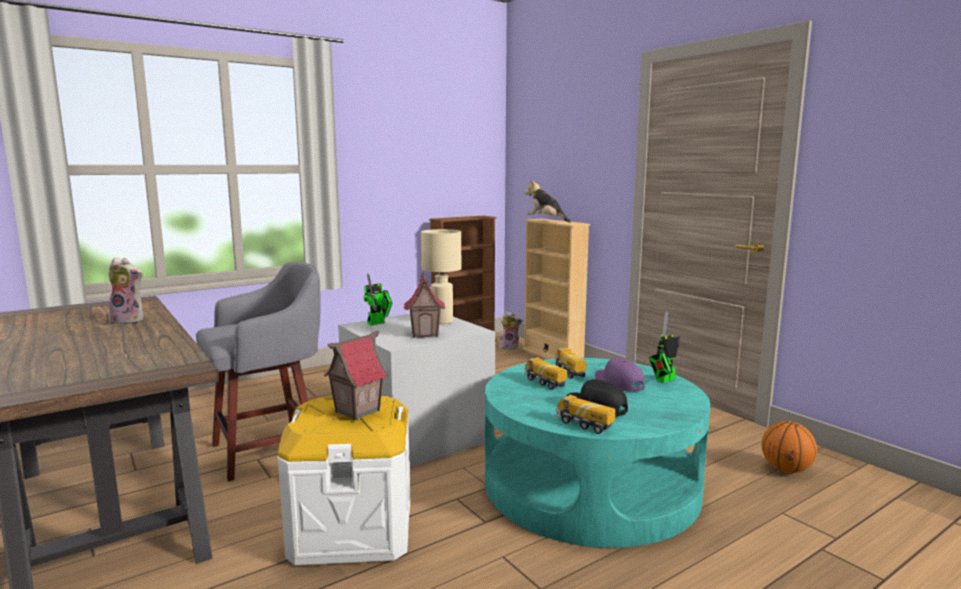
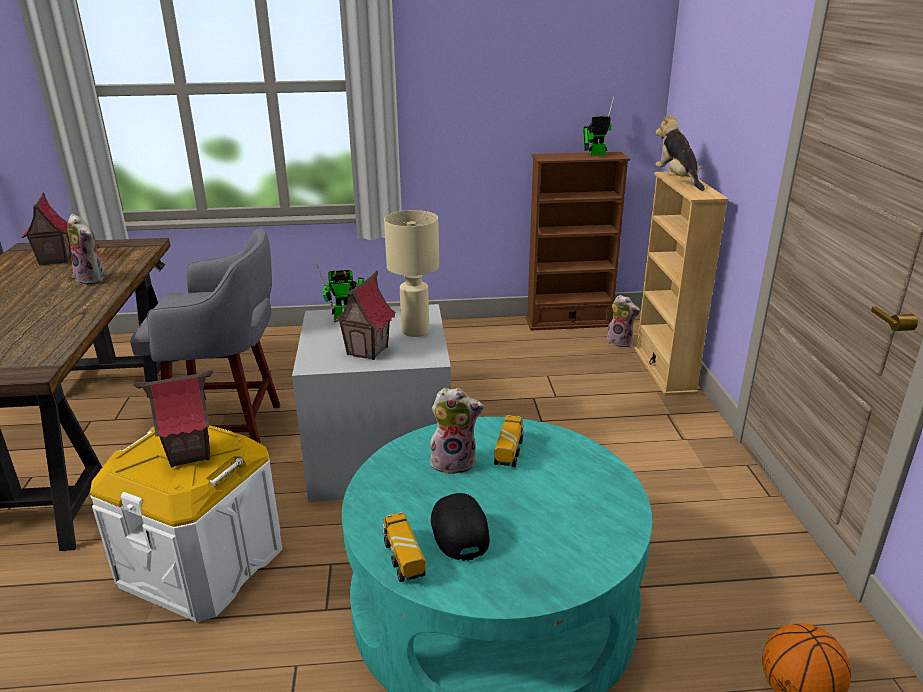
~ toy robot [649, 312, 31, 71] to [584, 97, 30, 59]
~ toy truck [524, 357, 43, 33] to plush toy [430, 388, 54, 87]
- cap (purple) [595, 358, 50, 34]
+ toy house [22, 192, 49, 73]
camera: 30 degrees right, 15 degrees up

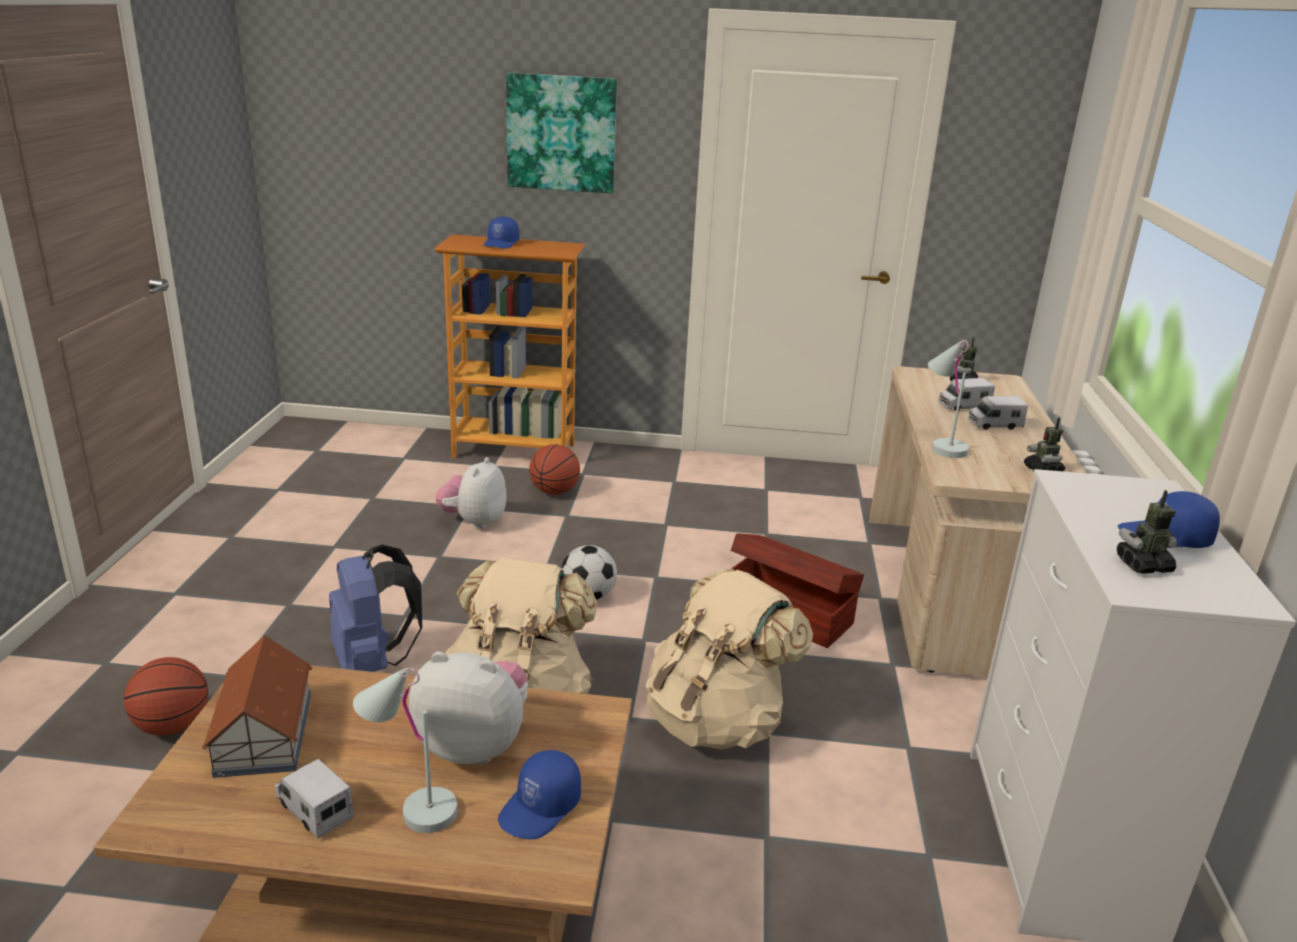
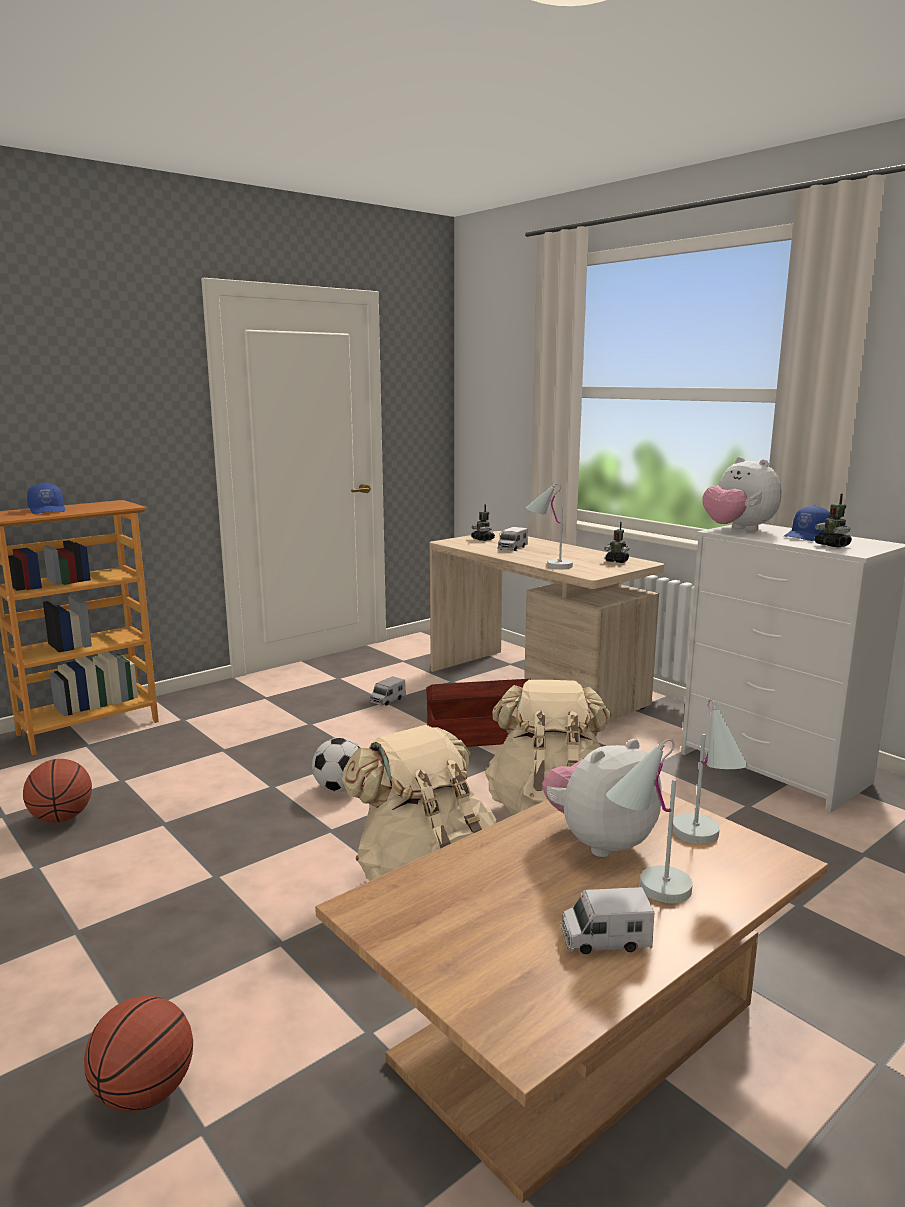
- picture [506, 73, 111, 120]
~ toy truck [968, 396, 60, 34] to [370, 676, 36, 30]
~ basketball [529, 444, 51, 51] to [23, 759, 69, 64]
~ plush toy [435, 457, 71, 72] to [702, 457, 79, 74]
~ toy robot [1117, 490, 60, 84] = [815, 494, 37, 53] 60 degrees counterclockwise
- backpack (blue) [329, 544, 93, 128]
- toy house [202, 635, 110, 143]
~ cap (blue) [498, 750, 83, 89] to table lamp (white) [672, 699, 76, 145]
camera: 45 degrees left, 10 degrees down

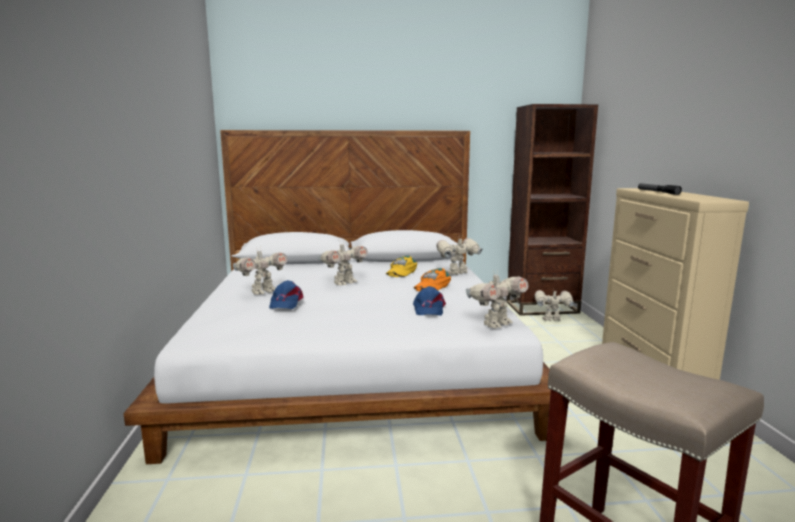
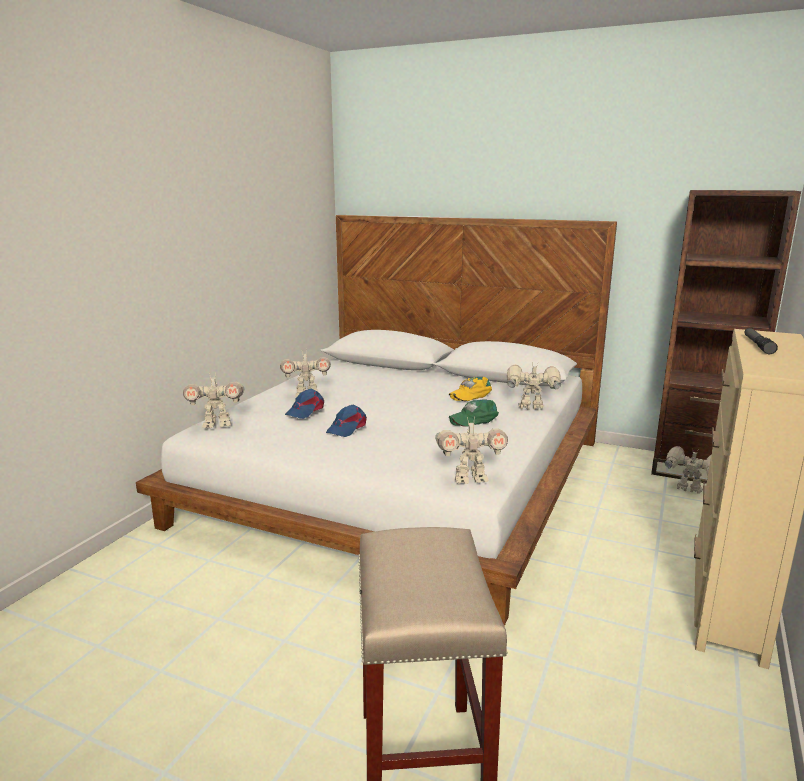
~ toy robot [318, 241, 50, 44] to [183, 372, 61, 56]
~ cap (orange) [414, 268, 37, 23] to cap (green) [449, 399, 50, 27]
~ cap (blue) [413, 286, 33, 30] to [326, 405, 41, 32]
camera: 30 degrees right, 5 degrees up

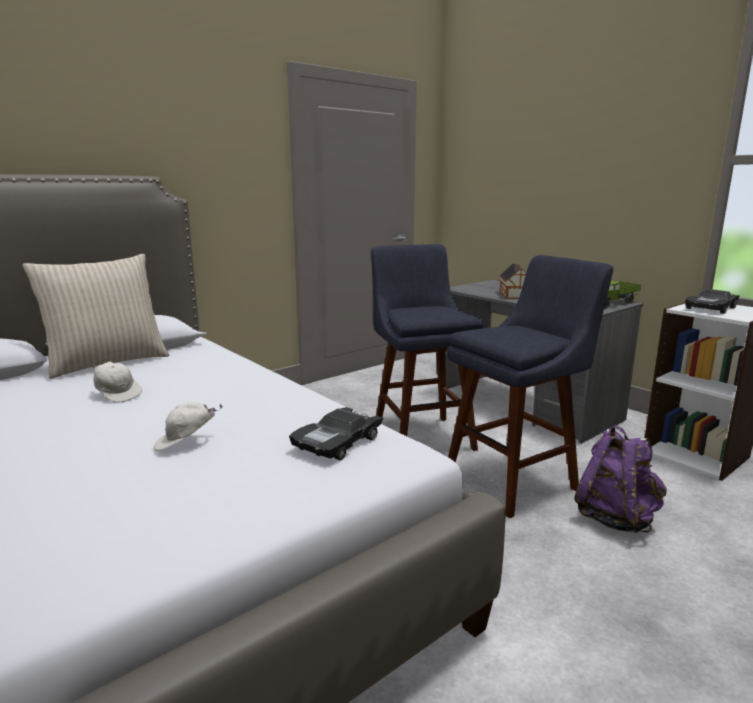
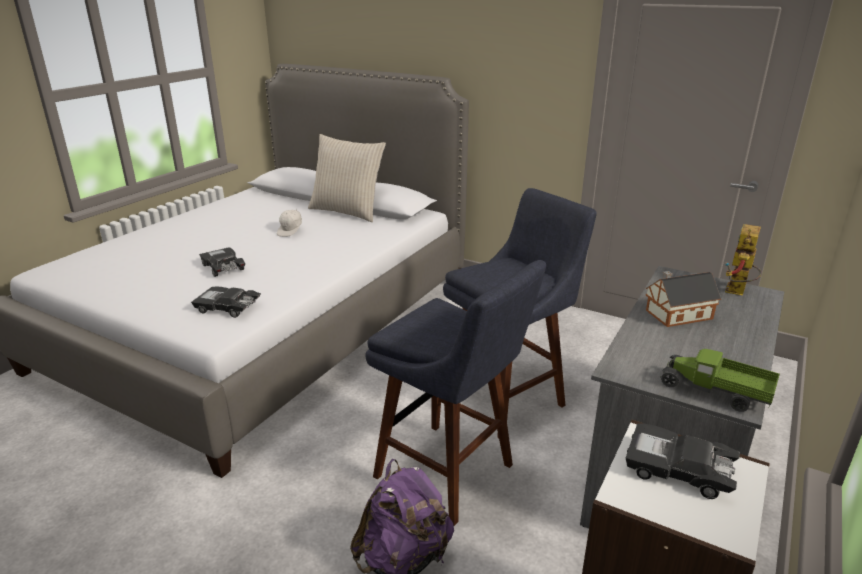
~ cap (white) [154, 402, 69, 49] to toy car (black) [199, 247, 46, 30]
+ toy robot [725, 224, 37, 71]
camera: 70 degrees right, 10 degrees up

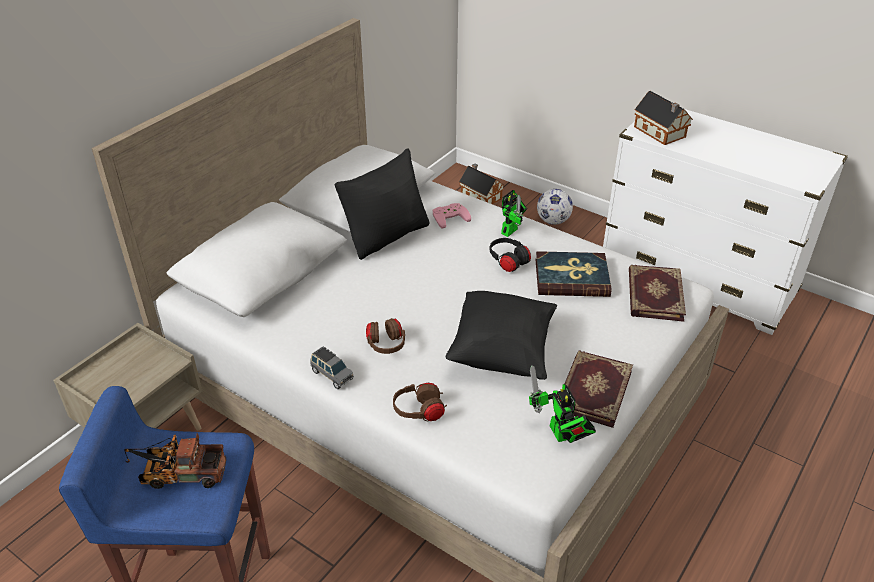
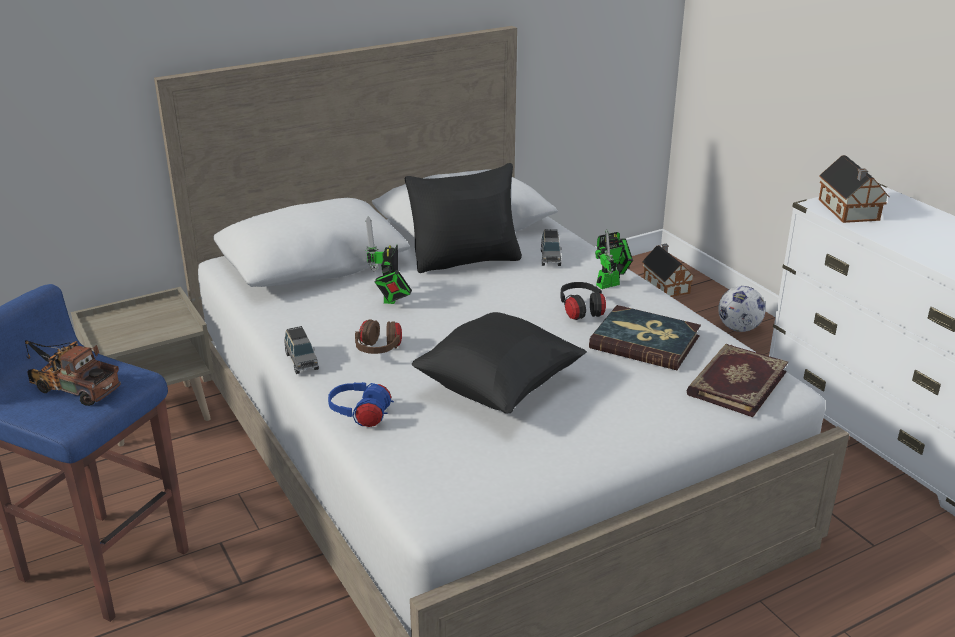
~ game controller (pink) [433, 203, 38, 26] to toy car (grey) [541, 229, 21, 37]
- book [565, 351, 68, 77]
~ toy robot [529, 365, 67, 78] to [365, 217, 47, 87]
~ headphones (brown) [393, 383, 54, 38] to headphones (blue) [328, 382, 66, 45]
camera: 25 degrees right, 10 degrees down

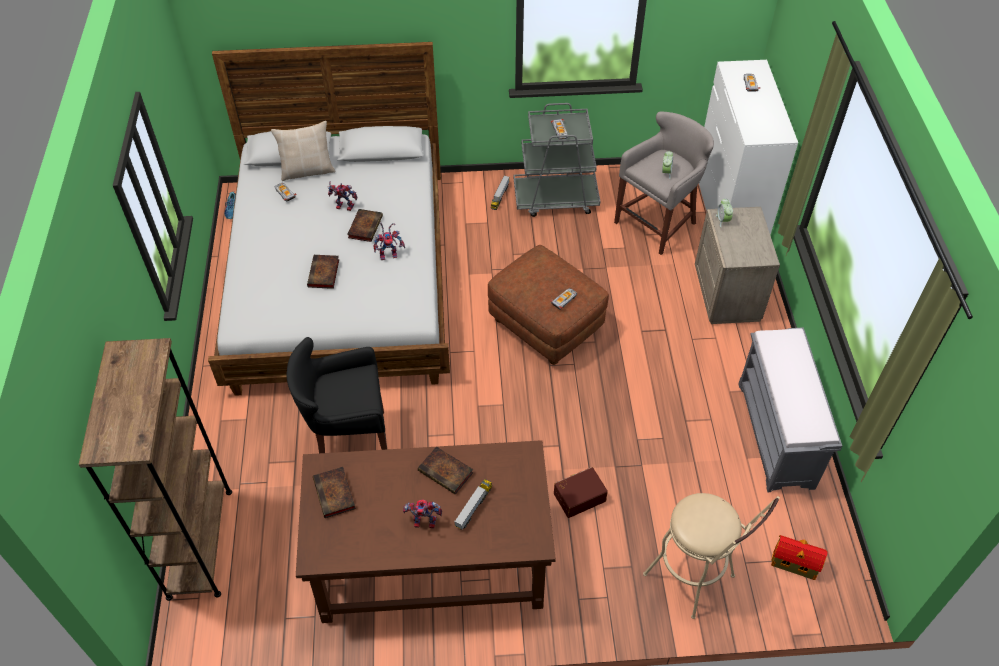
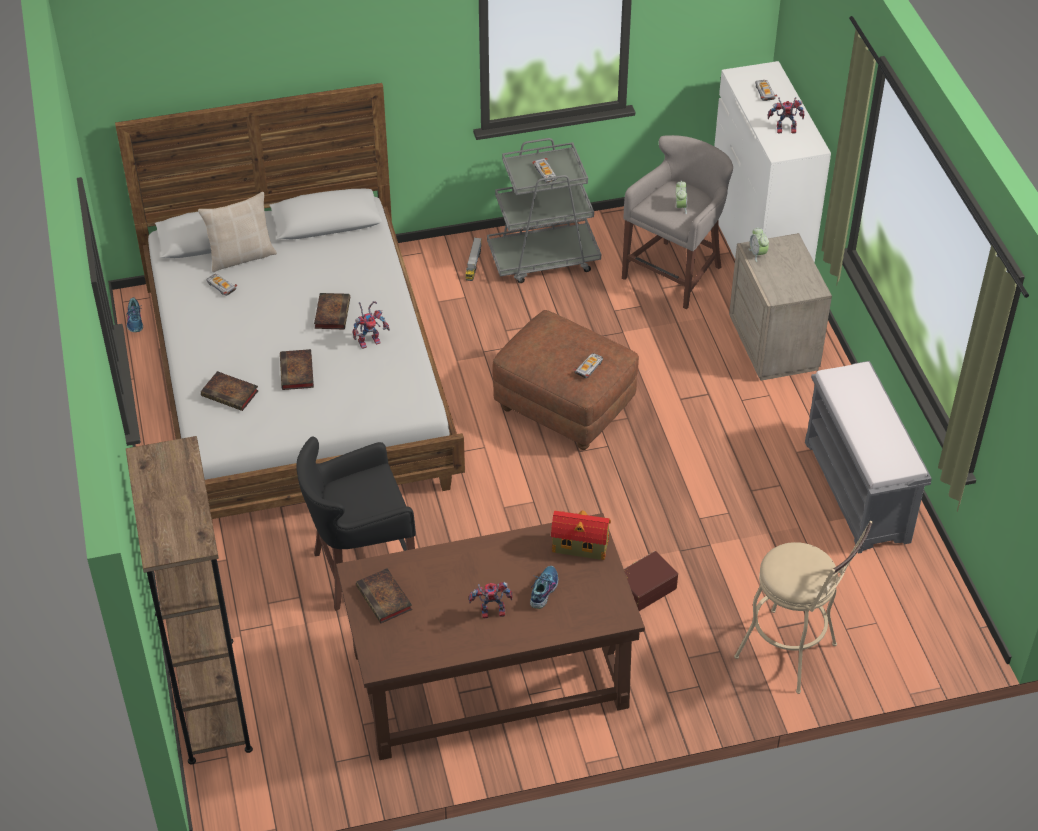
~ toy robot [328, 181, 30, 30] to [767, 97, 37, 37]
~ book [418, 446, 55, 48] to [201, 371, 58, 40]
~ toy truck [454, 479, 38, 51] to shoe [530, 566, 28, 43]
~ toy house [771, 535, 57, 45] to [551, 510, 60, 50]
camera: 10 degrees left, 5 degrees down

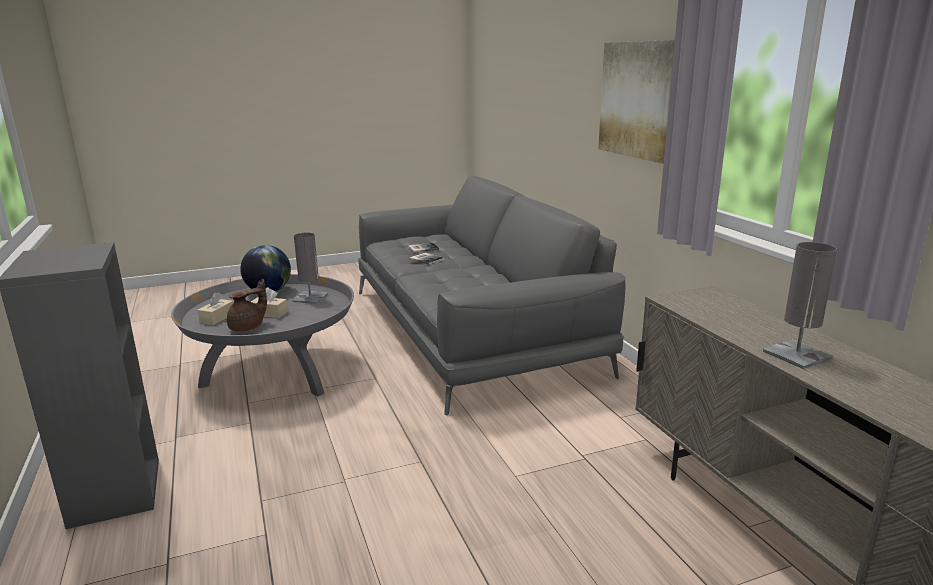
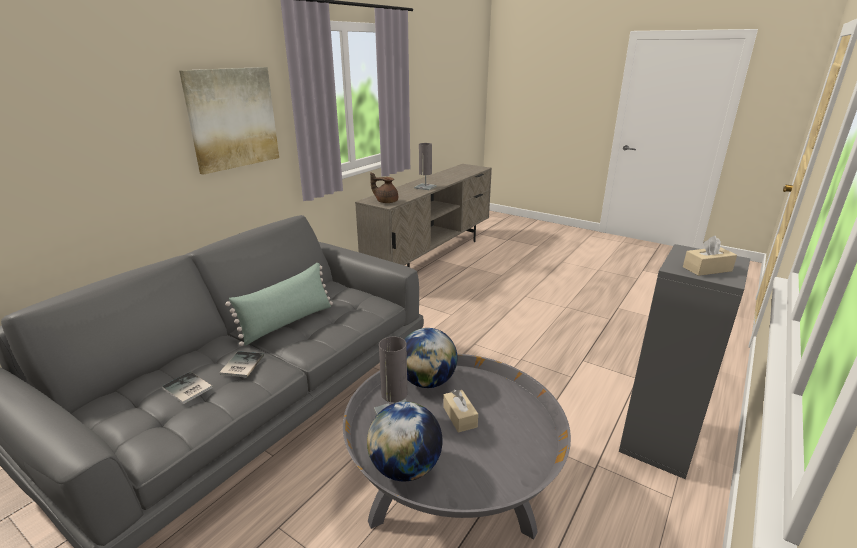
~ teapot (brown) [227, 279, 40, 52] to [370, 172, 28, 31]
~ tissue box (beige) [198, 292, 35, 33] to [683, 236, 54, 40]
+ pillow (green) [225, 263, 108, 83]
+ globe [404, 328, 53, 60]
camera: 125 degrees left, 5 degrees up

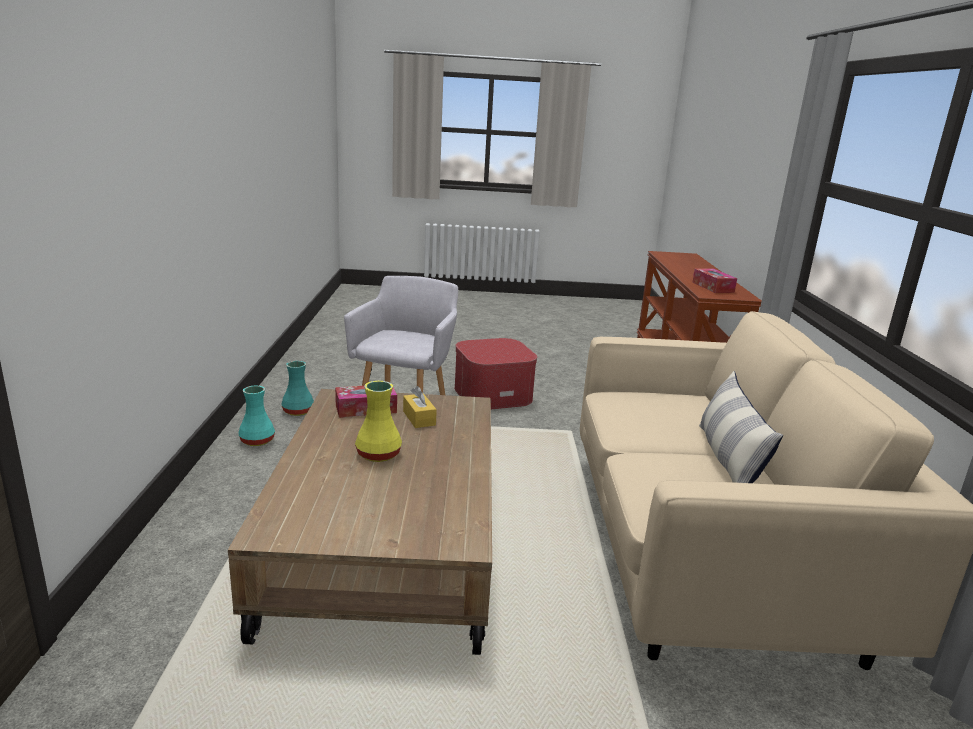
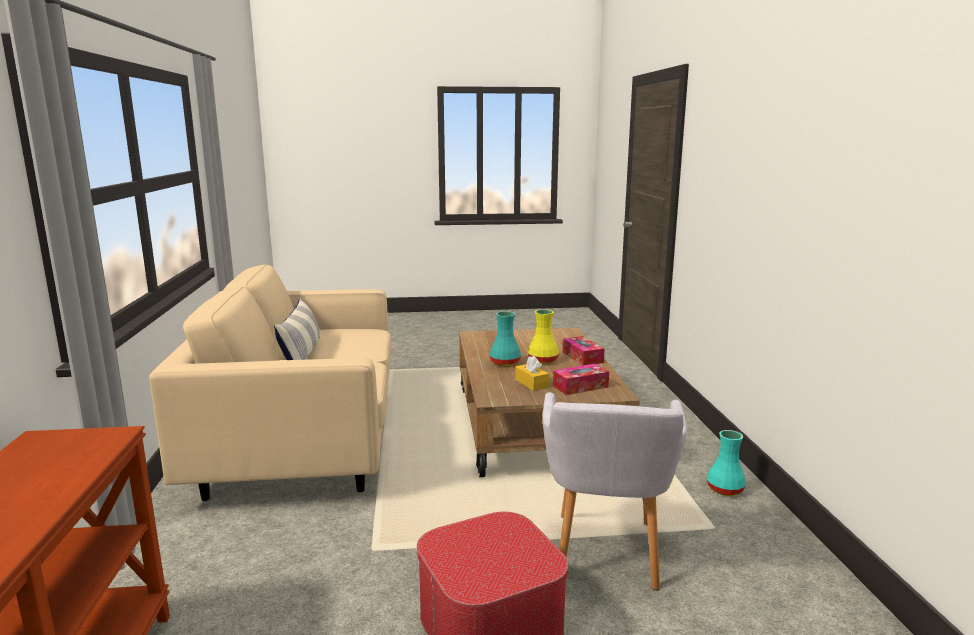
~ tissue box [693, 269, 44, 24] to [563, 336, 42, 29]
~ vase (turquoise) [282, 361, 32, 55] to [490, 311, 31, 55]
camera: 175 degrees right, 5 degrees down

